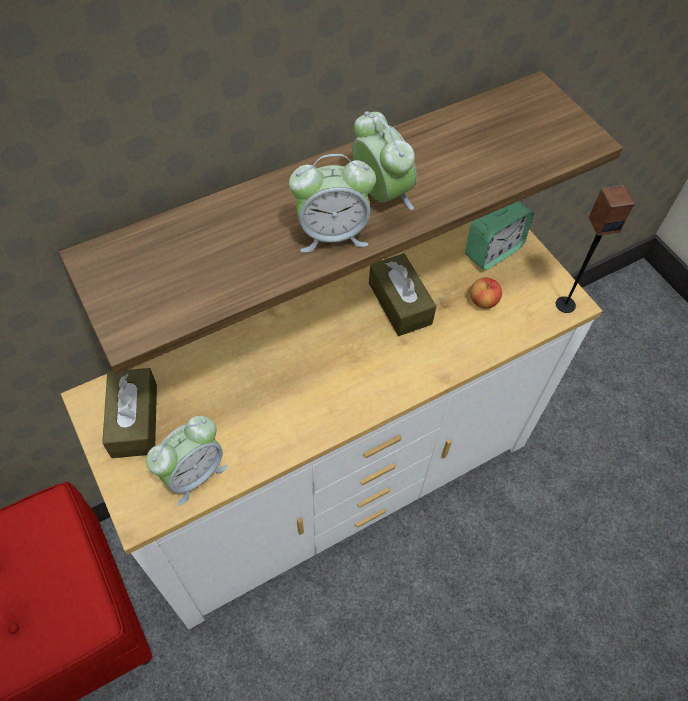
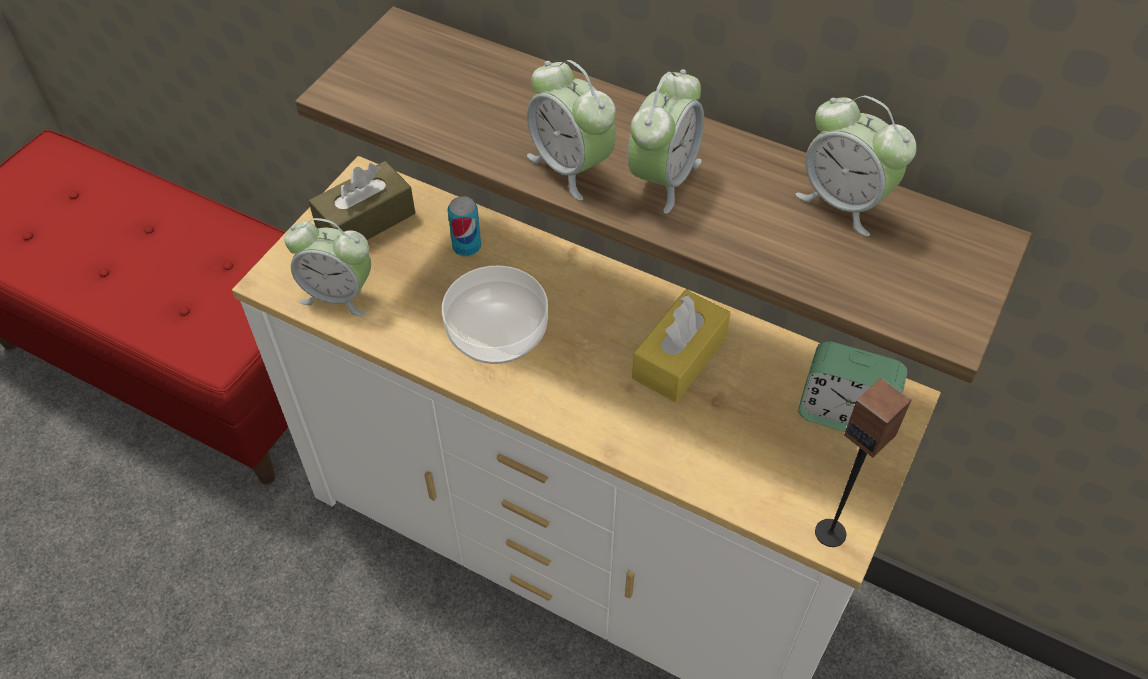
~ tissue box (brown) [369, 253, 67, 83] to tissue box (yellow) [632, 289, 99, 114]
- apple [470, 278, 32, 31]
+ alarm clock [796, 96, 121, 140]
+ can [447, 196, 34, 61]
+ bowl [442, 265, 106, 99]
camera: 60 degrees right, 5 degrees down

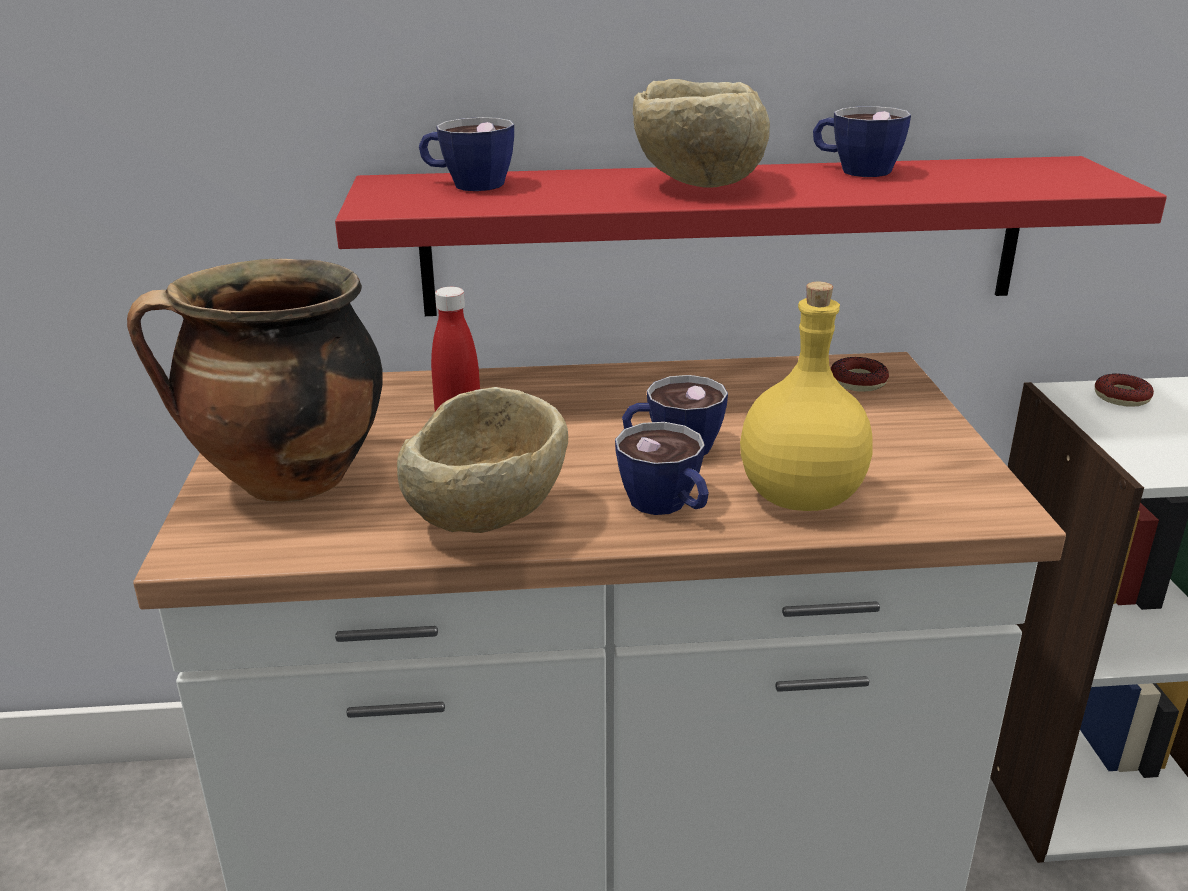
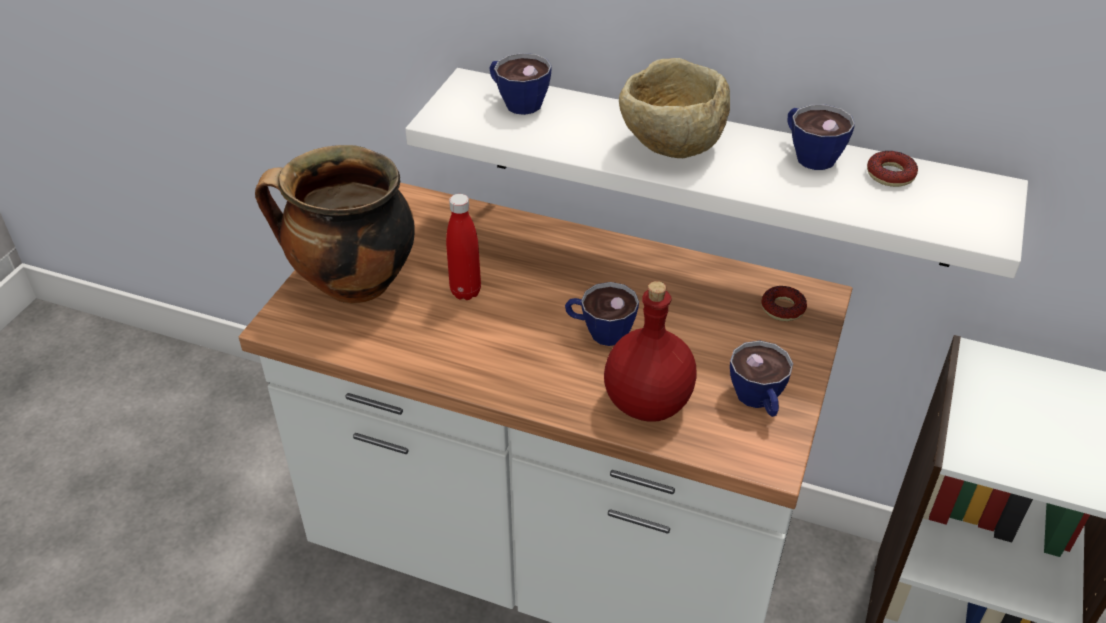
~ shelf (red) [335, 156, 832, 160] to shelf (white) [405, 68, 623, 211]
~ bottle (yellow) [740, 282, 133, 229] to bottle (red) [604, 281, 93, 141]
~ donut [1095, 373, 59, 34] to [867, 151, 51, 36]
- bowl (beige) [397, 387, 171, 146]
~ cup [615, 422, 94, 93] to [730, 341, 63, 76]
camera: 25 degrees right, 15 degrees up

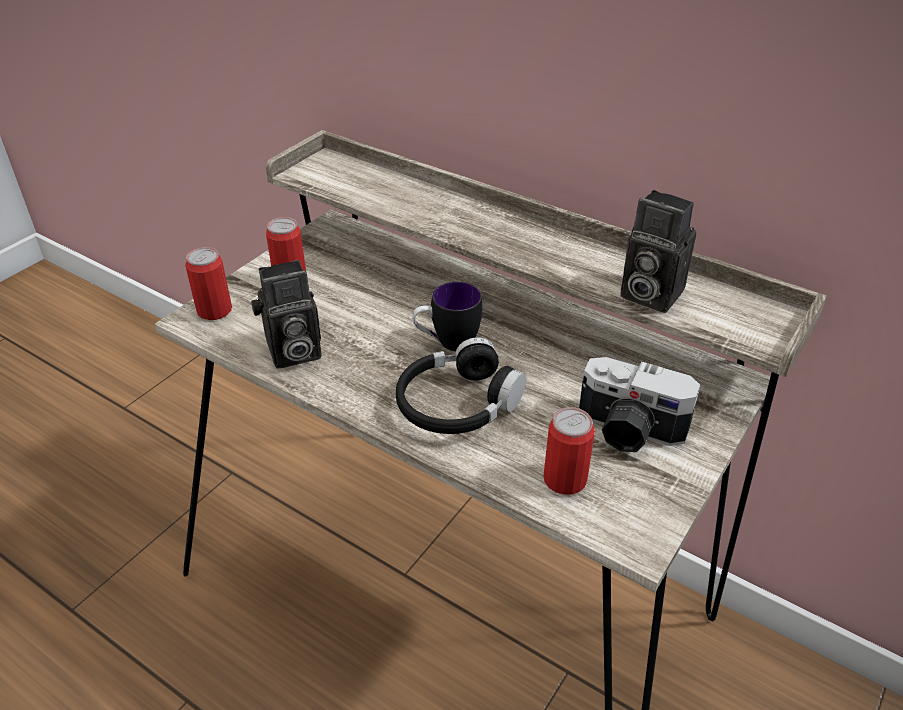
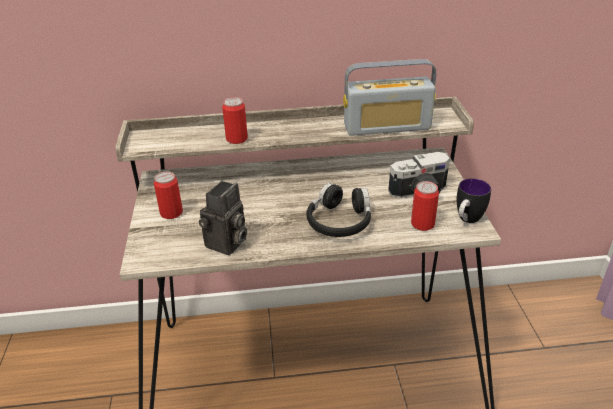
~ photo camera [620, 190, 76, 123] to radio [343, 59, 93, 77]
~ can [185, 247, 47, 73] to [222, 97, 26, 47]
~ mug [412, 282, 70, 69] to [457, 178, 34, 45]
camera: 40 degrees left, 5 degrees down

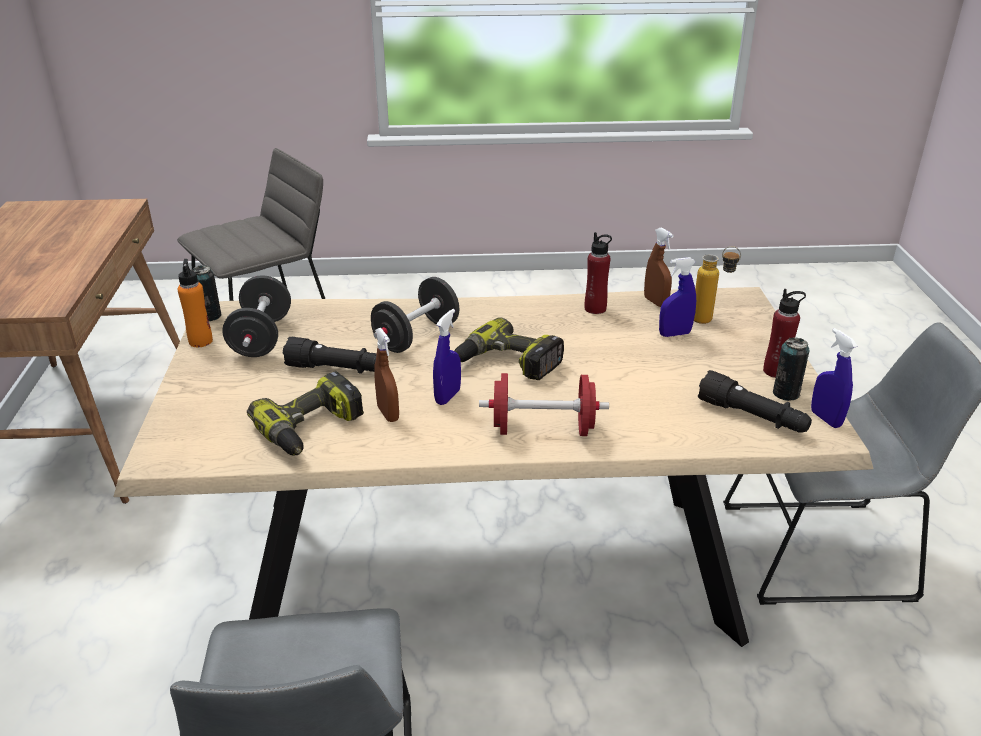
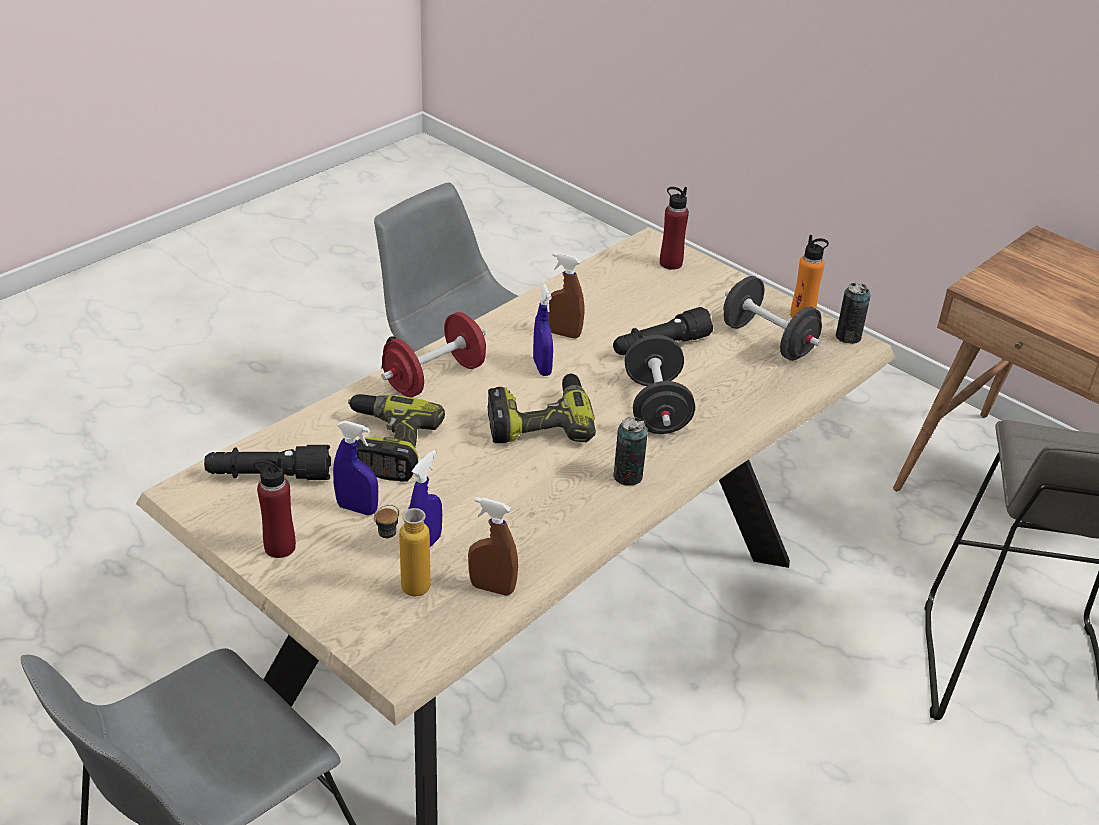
~ bottle (red) [585, 232, 27, 82] to [660, 187, 29, 83]
~ spray bottle (blue) [811, 328, 46, 100] to [333, 421, 45, 94]
~ can [773, 338, 37, 63] to [613, 417, 35, 69]
~ power drill [247, 371, 117, 85] to [348, 394, 97, 88]
camera: 135 degrees right, 5 degrees up

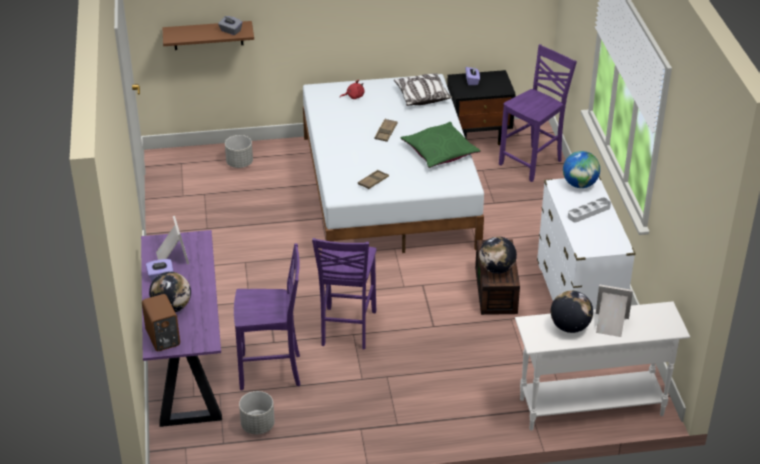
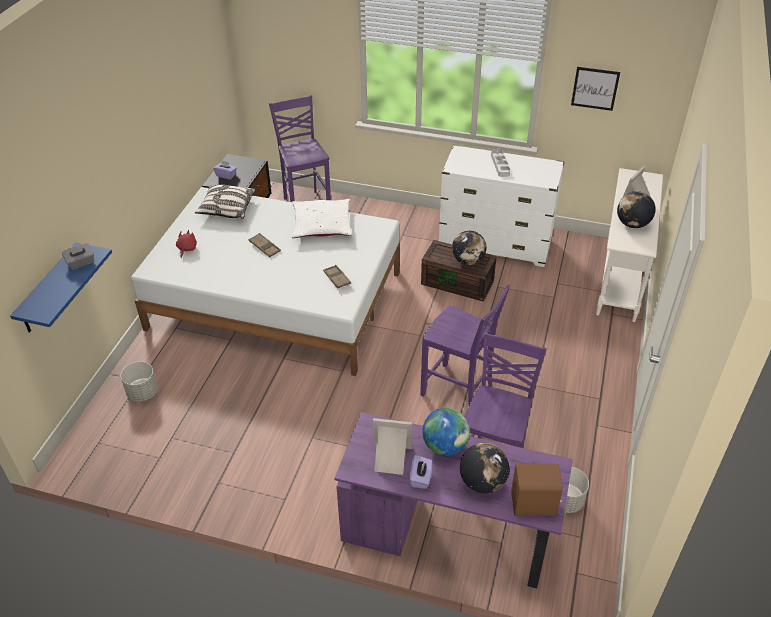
~ shelf (brown) [162, 21, 92, 29] to shelf (blue) [10, 243, 102, 90]
~ pillow (green) [400, 122, 81, 46] to pillow (white) [292, 199, 60, 39]
~ globe [563, 151, 37, 37] to [422, 408, 48, 48]
+ picture [571, 67, 49, 44]
camera: 65 degrees left, 5 degrees up

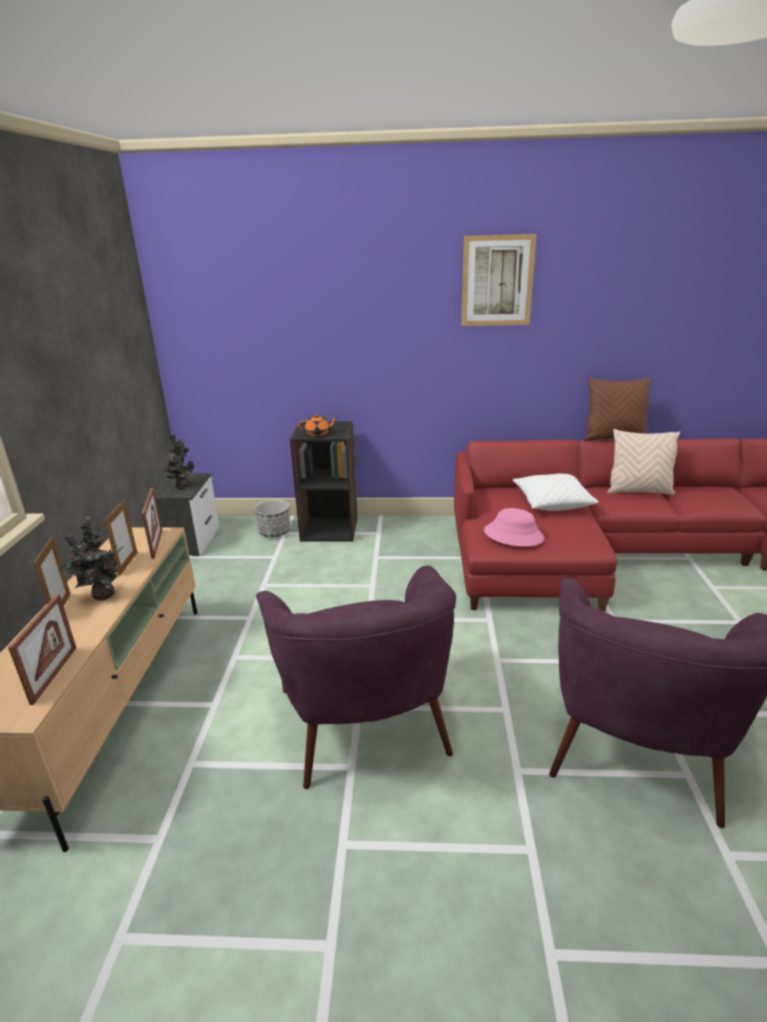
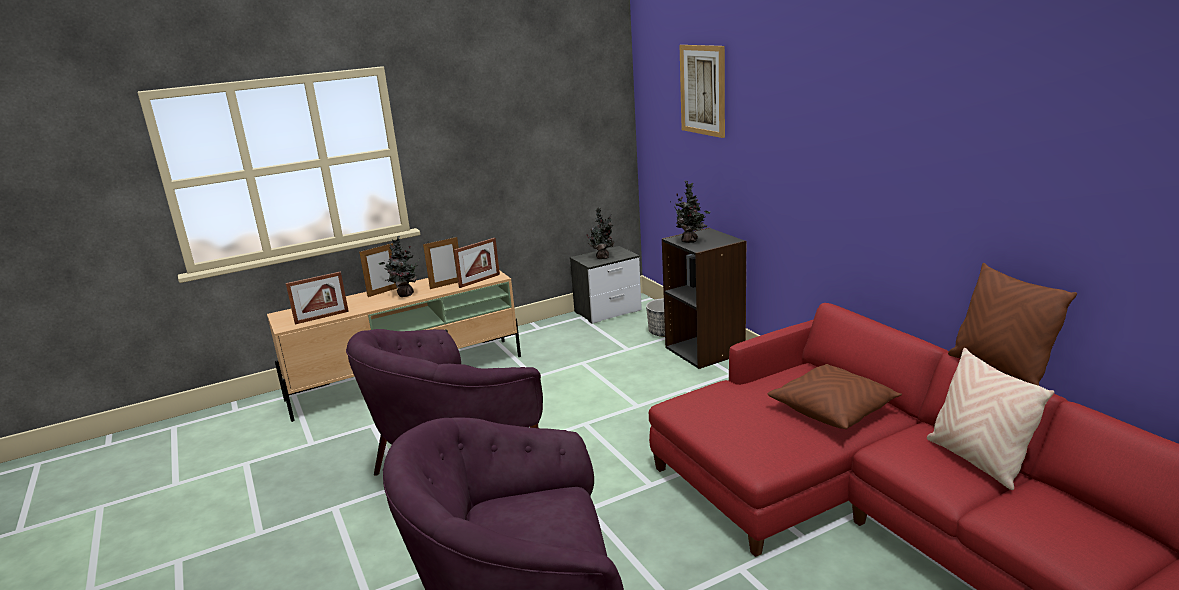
~ picture [461, 234, 76, 92] to [680, 45, 45, 93]
~ teapot (orange) [298, 414, 40, 22] to potted plant [674, 181, 36, 62]
~ pillow (white) [513, 474, 86, 37] to pillow (brown) [768, 364, 134, 65]
- hat (pink) [484, 508, 60, 39]
camera: 60 degrees right, 5 degrees down

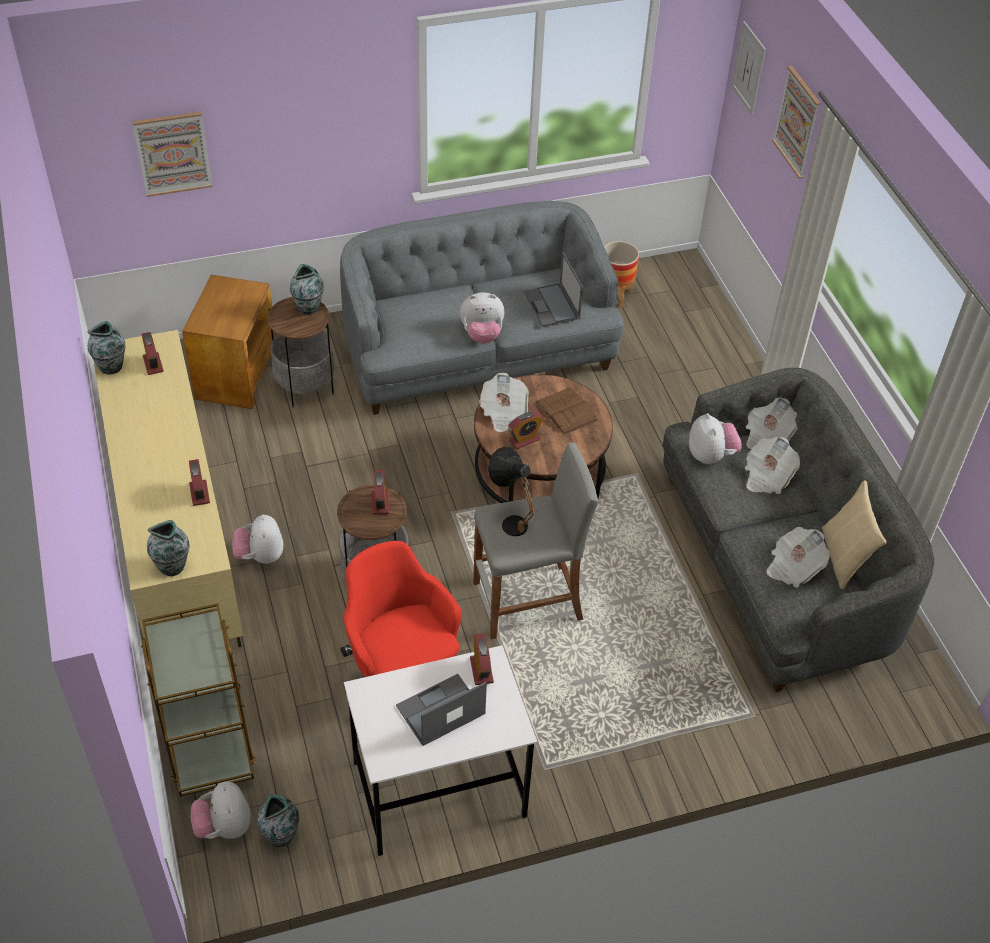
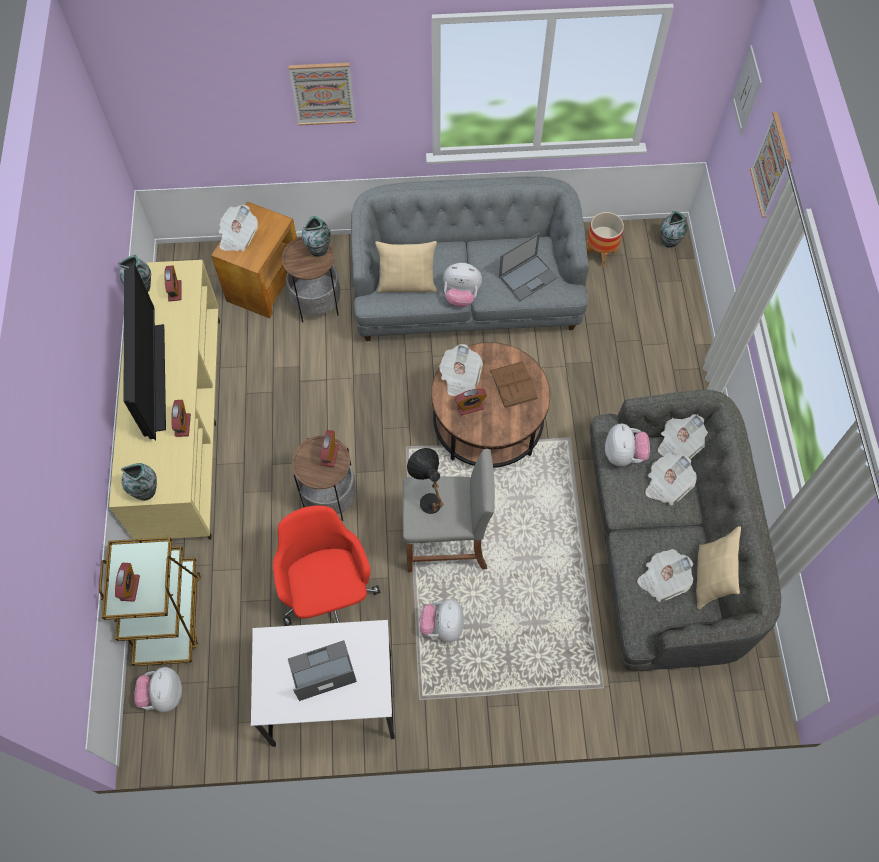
~ picture [132, 112, 80, 85] to [289, 63, 66, 63]
~ laptop [524, 252, 59, 75] = [499, 233, 59, 68] 120 degrees counterclockwise
~ plush toy [232, 514, 51, 50] to [420, 599, 44, 43]
~ alarm clock [470, 634, 24, 51] to [115, 563, 25, 39]
~ vase [257, 795, 43, 52] to [661, 211, 26, 37]
+ newspaper [219, 205, 39, 46]
+ pillow (beige) [375, 241, 62, 52]
+ television [123, 263, 43, 177]
camera: 15 degrees right, 15 degrees up

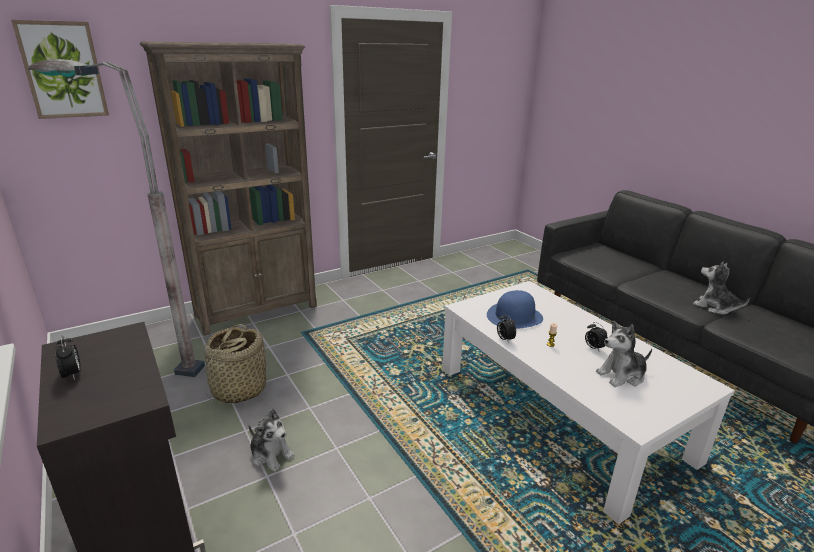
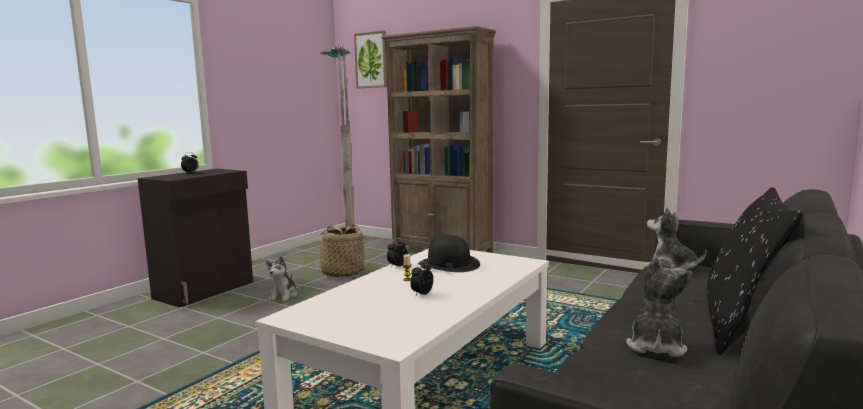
~ hat (blue) [487, 290, 56, 39] to hat (black) [419, 235, 61, 37]
~ plush toy [596, 321, 56, 66] to [645, 208, 62, 65]
+ pillow (black) [707, 187, 96, 168]
camera: 65 degrees right, 15 degrees down

